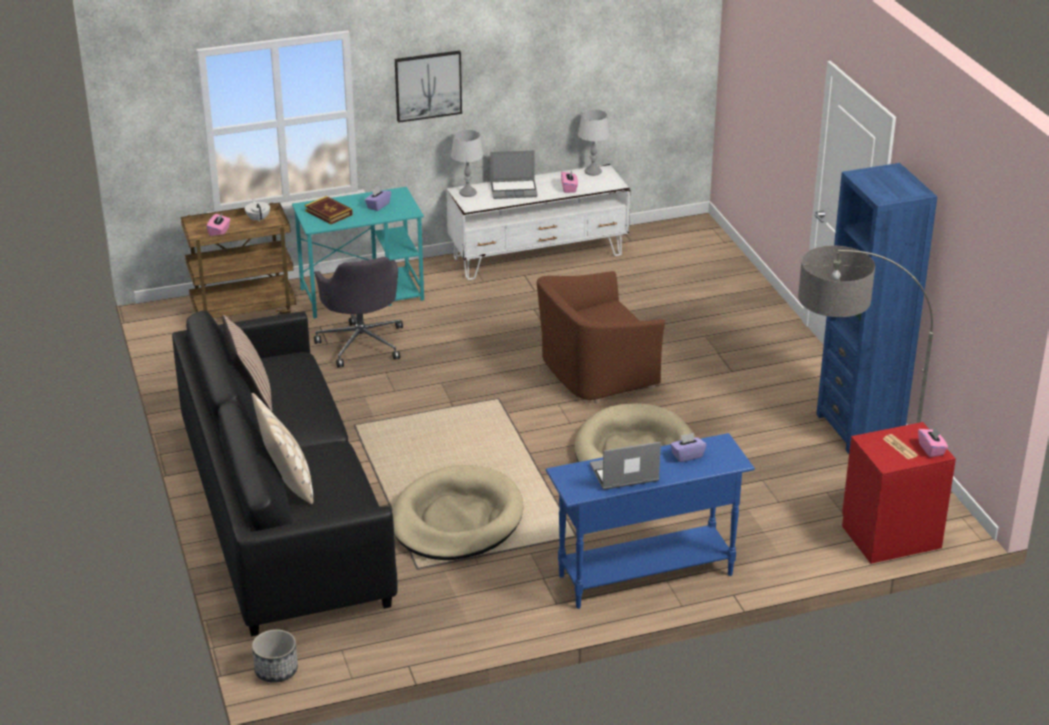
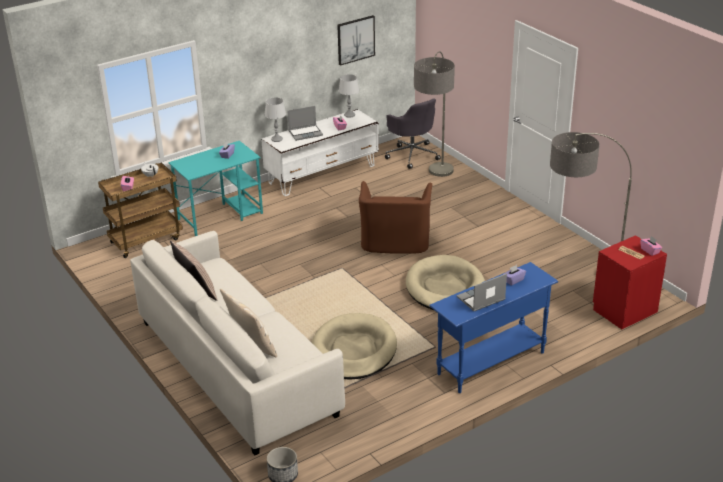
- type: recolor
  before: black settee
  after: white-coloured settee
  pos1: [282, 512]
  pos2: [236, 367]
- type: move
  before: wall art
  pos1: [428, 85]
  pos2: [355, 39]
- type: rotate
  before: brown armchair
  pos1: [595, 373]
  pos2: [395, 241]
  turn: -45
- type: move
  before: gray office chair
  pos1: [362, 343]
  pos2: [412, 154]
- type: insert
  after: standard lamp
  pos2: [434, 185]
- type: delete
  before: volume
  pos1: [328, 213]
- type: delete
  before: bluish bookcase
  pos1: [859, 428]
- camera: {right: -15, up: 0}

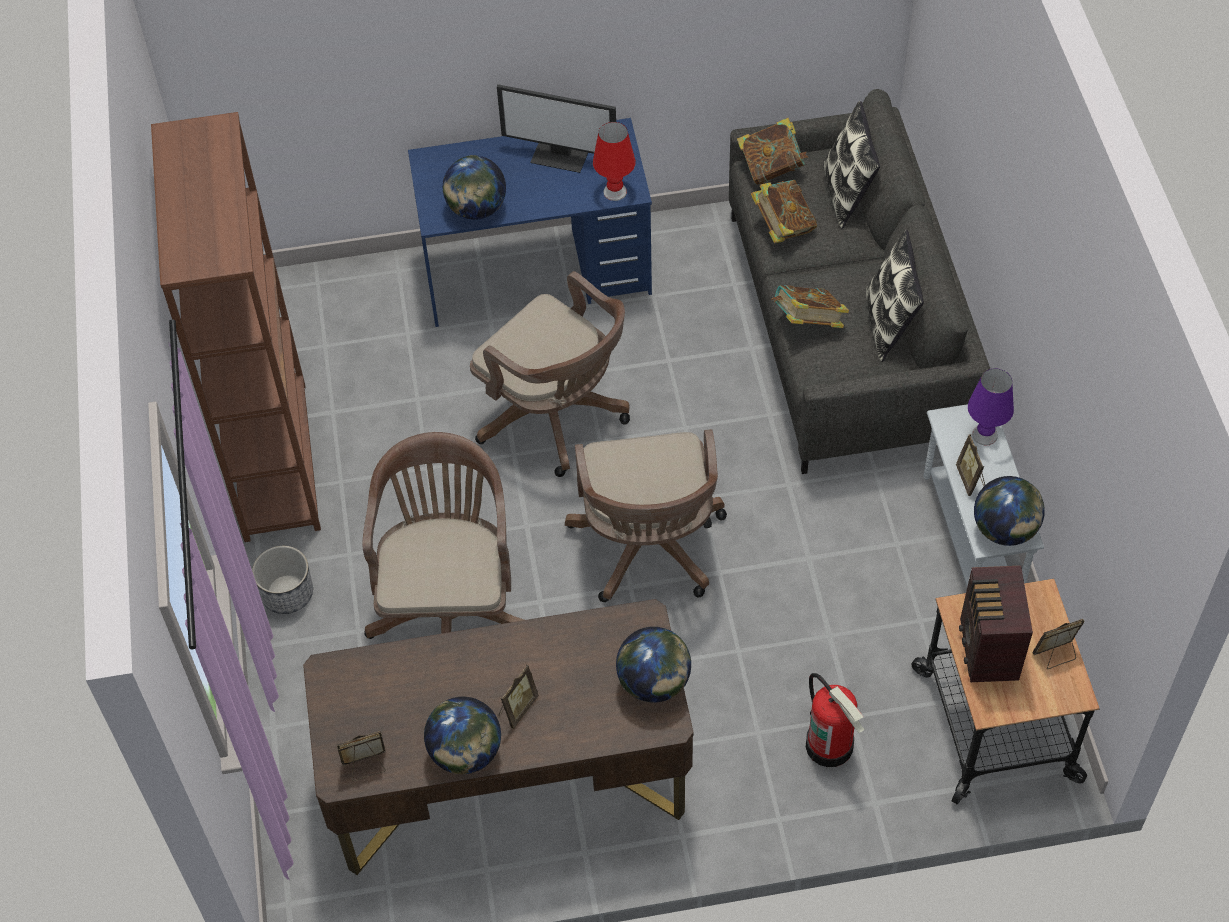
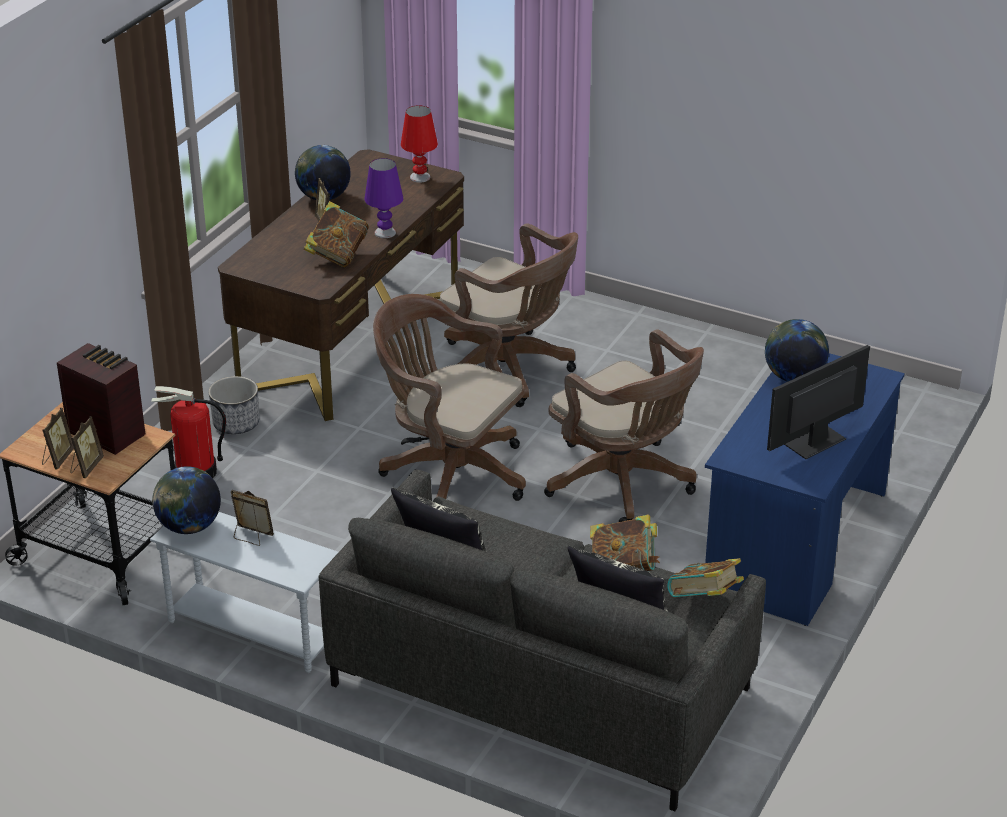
- type: move
  before: standing frame
  pos1: [366, 766]
  pos2: [86, 467]
- type: move
  before: plant pot
  pos1: [287, 594]
  pos2: [236, 424]
- type: move
  before: volume
  pos1: [808, 322]
  pos2: [337, 255]
- type: move
  before: purplish table lamp
  pos1: [984, 435]
  pos2: [385, 232]
- type: move
  before: reddish table lamp
  pos1: [615, 191]
  pos2: [420, 177]
- type: rotate
  before: brown office chair
  pos1: [556, 418]
  pos2: [624, 485]
  turn: -120
- type: delete
  before: brown bookcase
  pos1: [275, 460]
- type: delete
  before: world globe
  pos1: [654, 683]
- camera: {right: 125, up: -20}

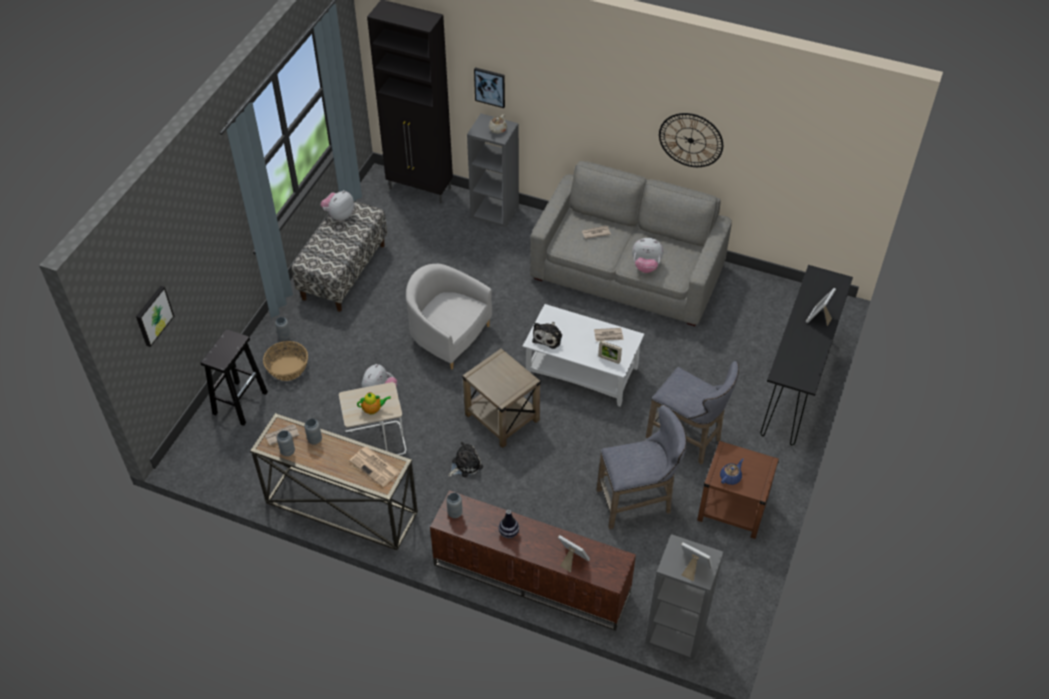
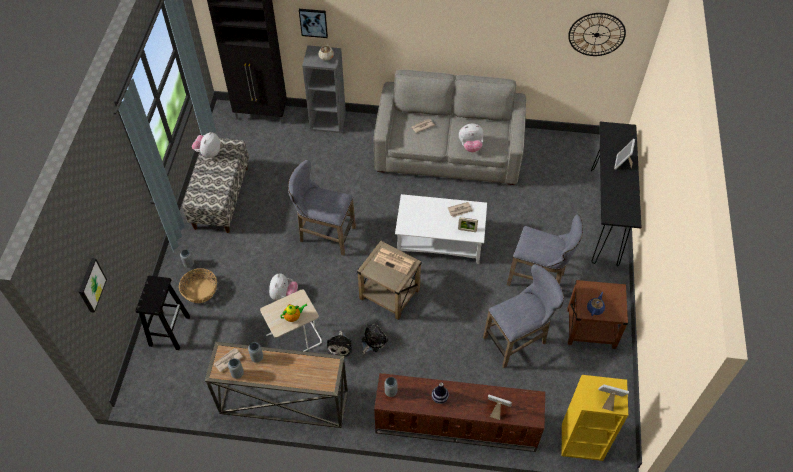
- type: replace
  before: white-coloured armchair
  after: gray stool seat
  pos1: [448, 336]
  pos2: [324, 234]
- type: move
  before: cuddly toy
  pos1: [548, 337]
  pos2: [340, 345]
- type: move
  before: newspaper
  pos1: [375, 467]
  pos2: [394, 261]
- type: recolor
  before: gray bookcase
  after: yellow bookcase
  pos1: [675, 633]
  pos2: [581, 442]
- type: move
  before: clock on the wall
  pos1: [690, 140]
  pos2: [596, 34]
- camera: {right: -15, up: 5}

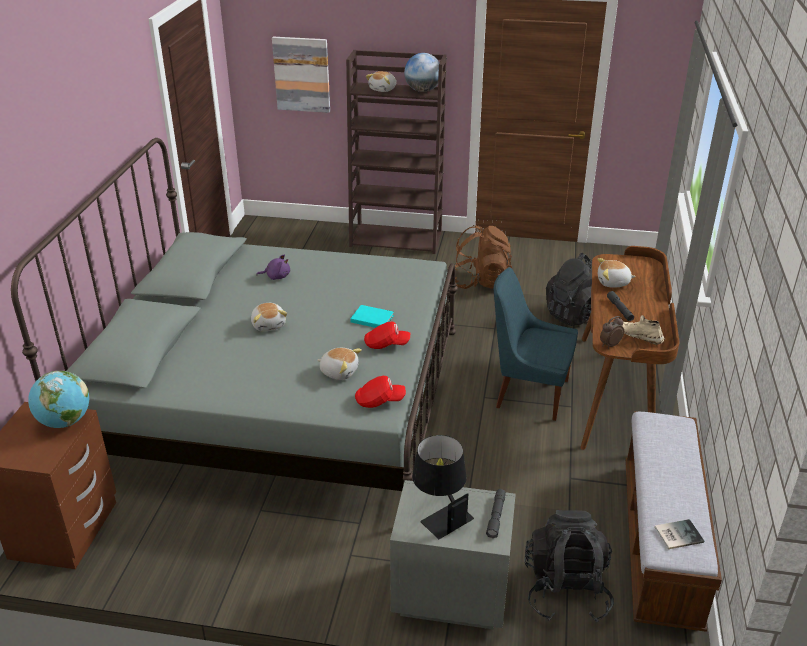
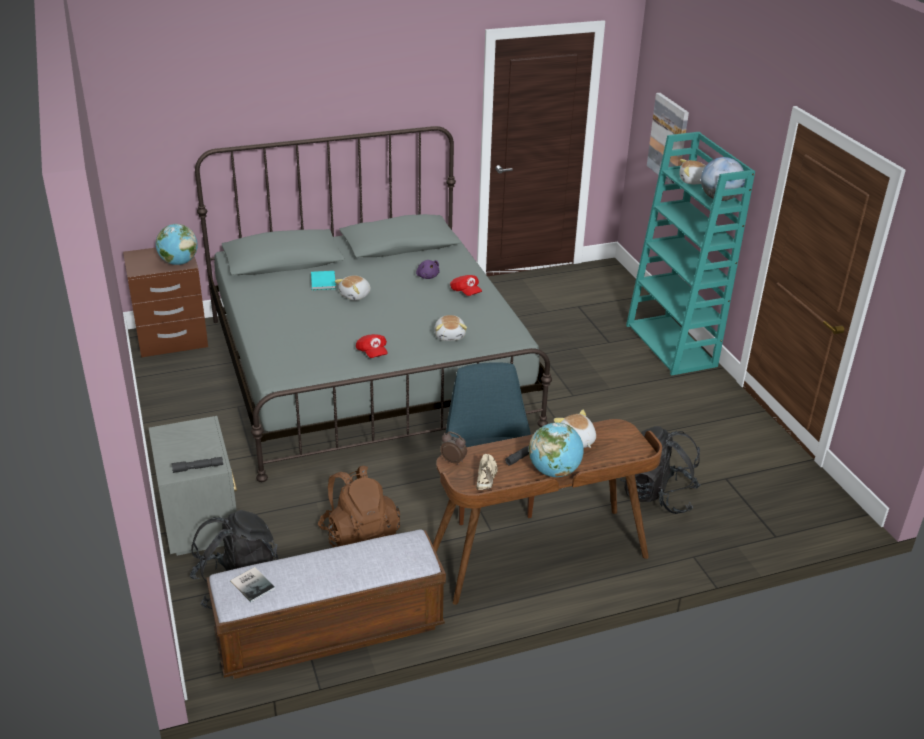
- type: move
  before: turquoise volume
  pos1: [371, 318]
  pos2: [323, 281]
- type: move
  before: brown rucksack
  pos1: [480, 282]
  pos2: [359, 538]
- type: move
  before: cuddly toy
  pos1: [339, 371]
  pos2: [450, 335]
- type: move
  before: reddish peaked cap
  pos1: [379, 401]
  pos2: [465, 292]
- type: insert
  after: world globe
  pos2: [554, 471]
- type: recolor
  before: brown bookcase
  after: turquoise bookcase
  pos1: [397, 239]
  pos2: [672, 346]
- type: delete
  before: black table lamp
  pos1: [440, 514]
- camera: {right: 60, up: 0}

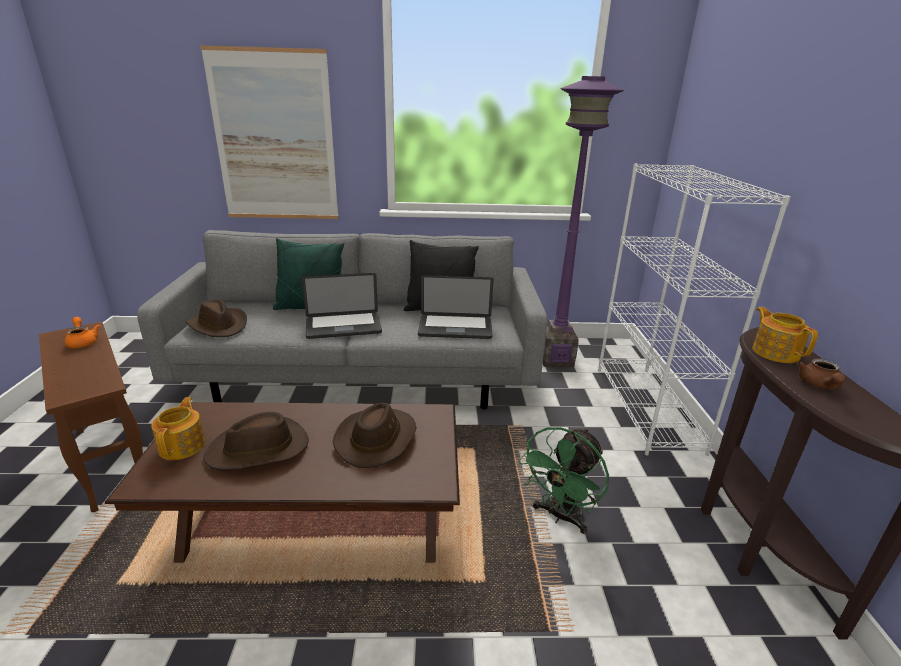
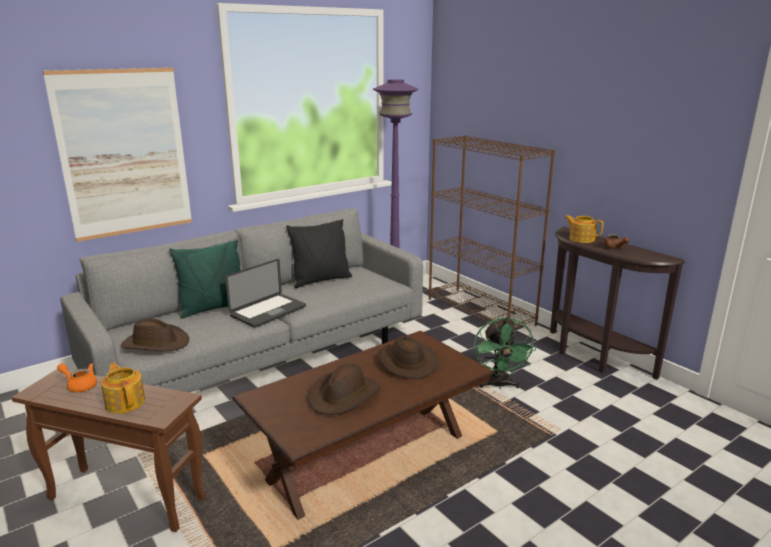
- type: move
  before: teapot
  pos1: [183, 445]
  pos2: [125, 402]
- type: recolor
  before: white-coloured bookcase
  after: brown bookcase
  pos1: [647, 407]
  pos2: [481, 311]
- type: delete
  before: laptop
  pos1: [455, 328]
- camera: {right: -35, up: -5}

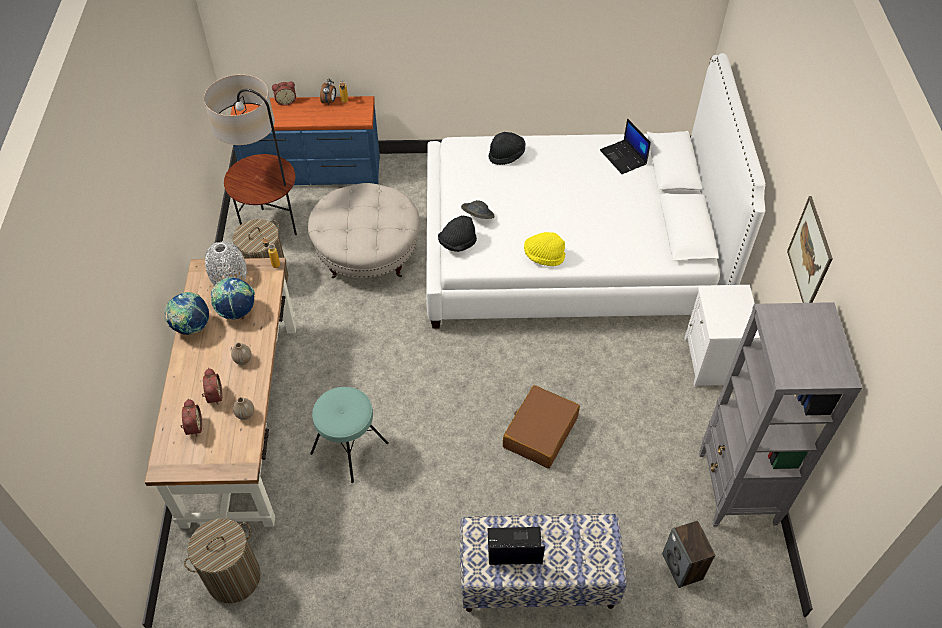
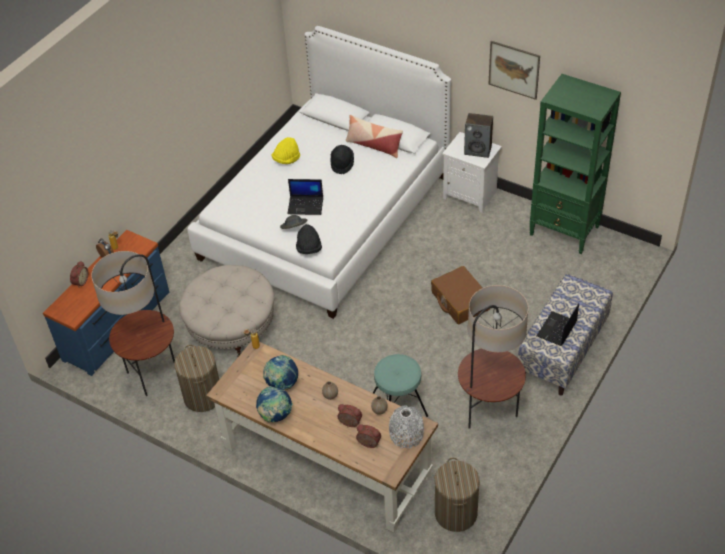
- type: move
  before: yellow clothing hat
  pos1: [543, 256]
  pos2: [286, 159]
- type: move
  before: laptop
  pos1: [624, 157]
  pos2: [306, 205]
- type: move
  before: black clothing hat
  pos1: [506, 155]
  pos2: [342, 164]
- type: insert
  after: cushion
  pos2: [374, 145]
- type: move
  before: gray flower vase
  pos1: [228, 275]
  pos2: [406, 434]
- type: insert
  after: standard lamp
  pos2: [488, 414]
- type: move
  before: loudspeaker
  pos1: [683, 567]
  pos2: [478, 150]
- type: recolor
  before: gray bookcase
  after: green-coloured bookcase
  pos1: [737, 489]
  pos2: [565, 231]
- camera: {right: -55, up: -5}

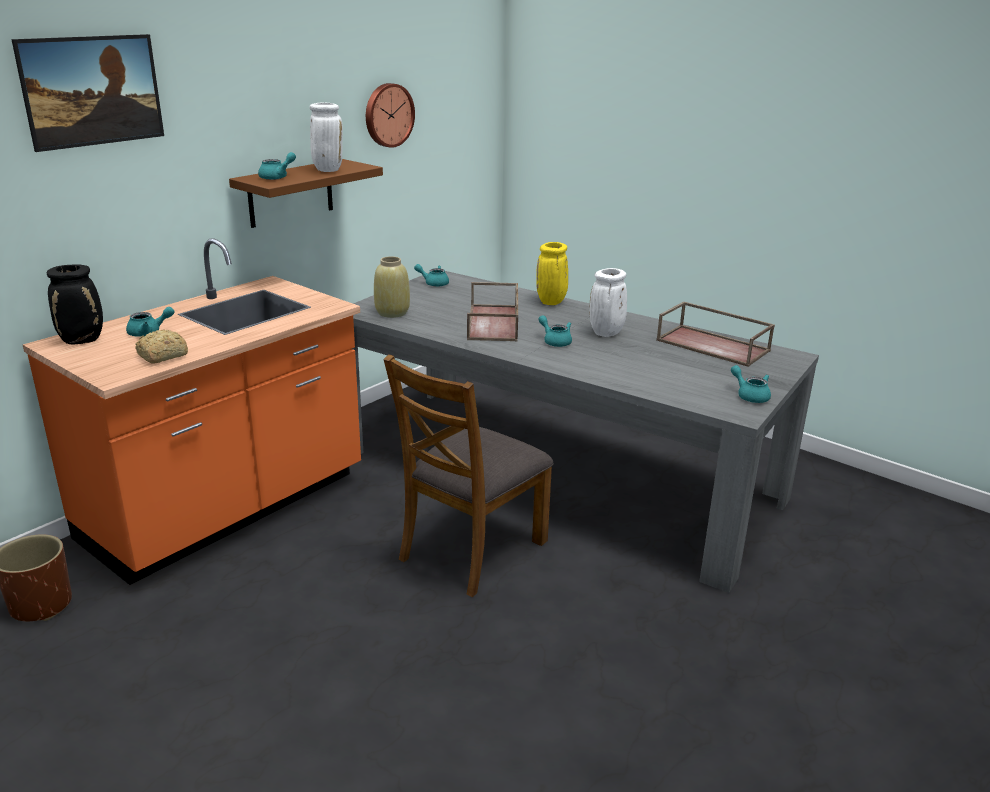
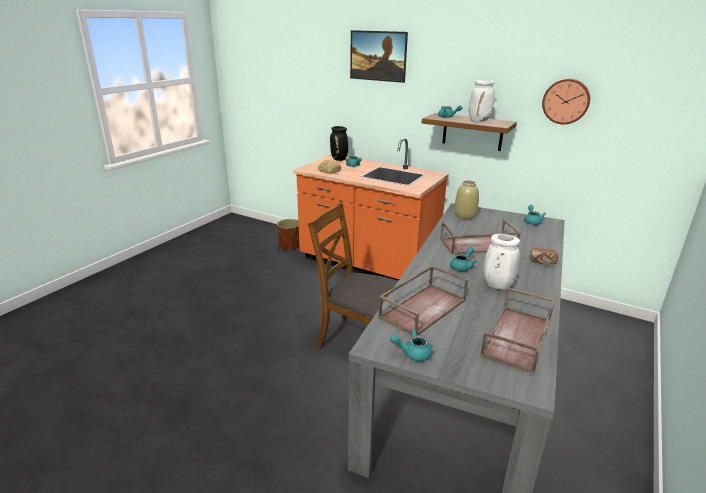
- type: insert
  after: brown carrying tray
  pos2: [423, 308]
- type: rotate
  before: turquoise teapot
  pos1: [750, 395]
  pos2: [412, 353]
  turn: -135
- type: replace
  before: yellow flower vase
  after: baked bread
  pos1: [551, 302]
  pos2: [542, 262]
- camera: {right: 80, up: 0}

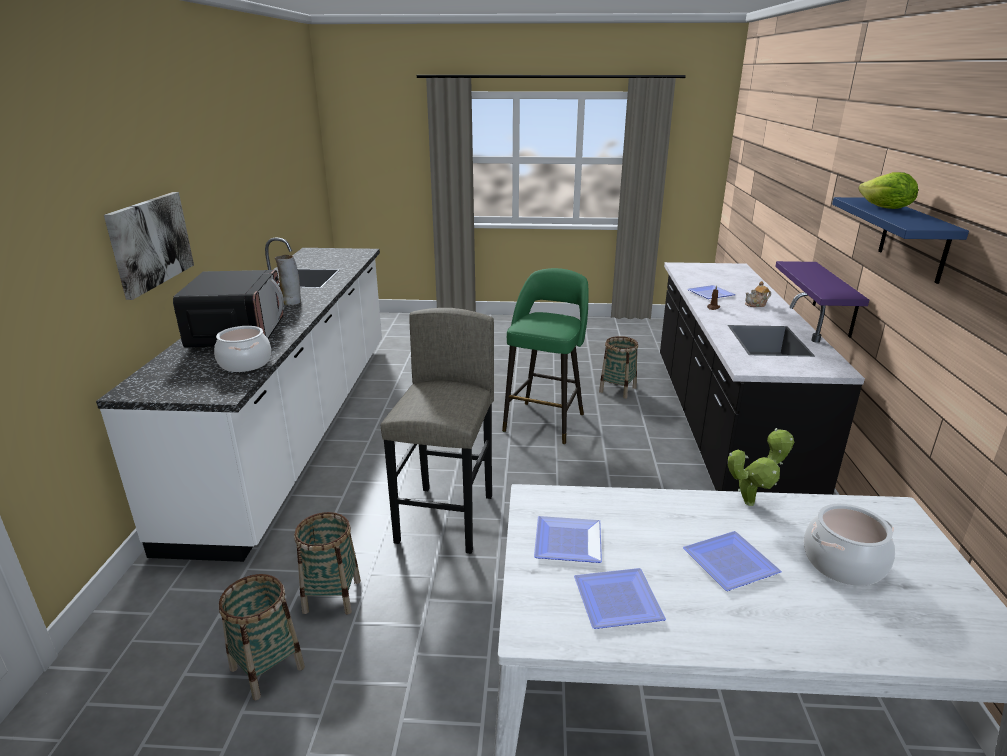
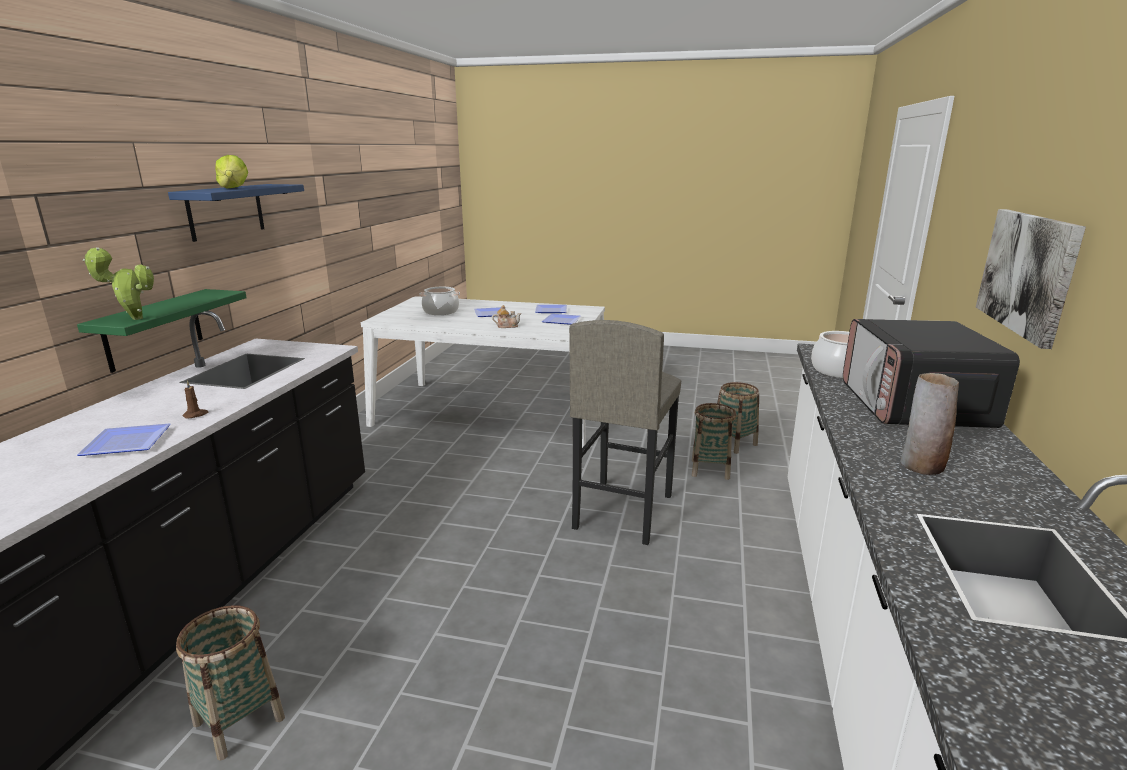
- type: recolor
  before: purplish bracket shelf
  after: green-coloured bracket shelf
  pos1: [836, 299]
  pos2: [153, 329]
- type: move
  before: plant in a pot
  pos1: [752, 501]
  pos2: [133, 318]
- type: move
  before: teapot
  pos1: [756, 304]
  pos2: [507, 326]
- type: delete
  before: green-coloured stool seat
  pos1: [545, 421]
- camera: {right: -170, up: -5}

